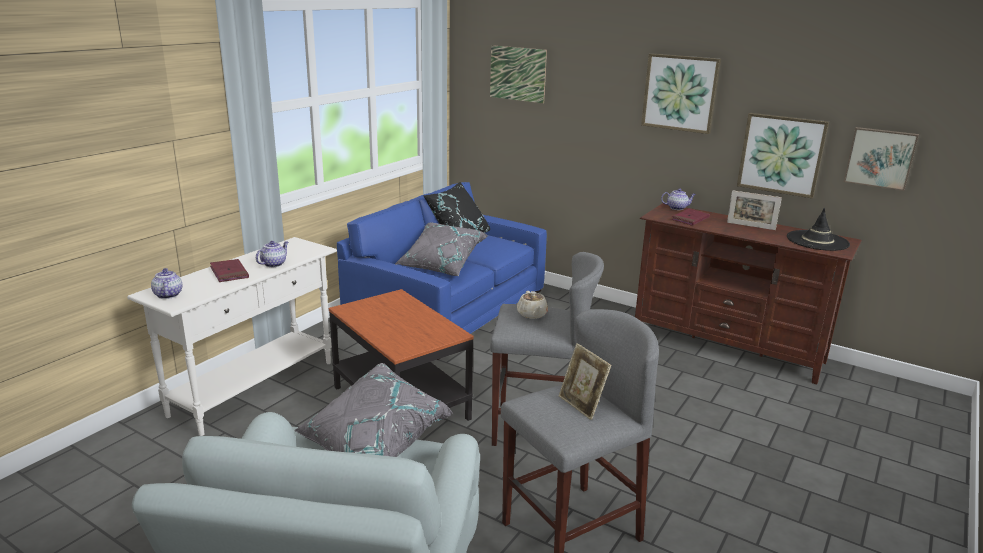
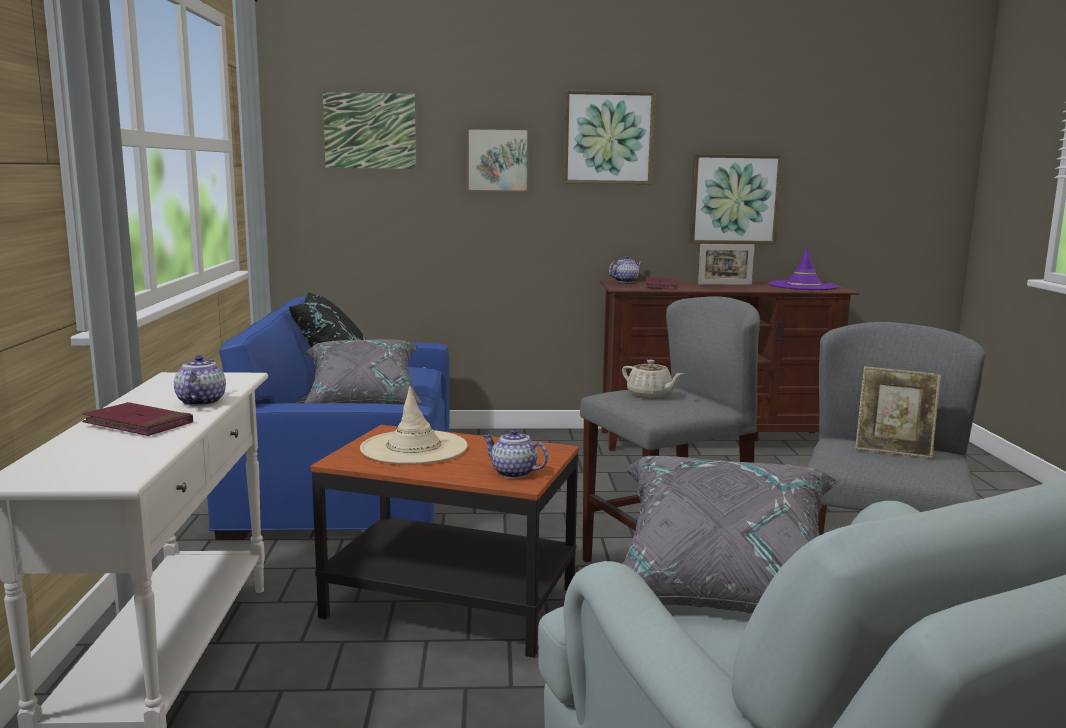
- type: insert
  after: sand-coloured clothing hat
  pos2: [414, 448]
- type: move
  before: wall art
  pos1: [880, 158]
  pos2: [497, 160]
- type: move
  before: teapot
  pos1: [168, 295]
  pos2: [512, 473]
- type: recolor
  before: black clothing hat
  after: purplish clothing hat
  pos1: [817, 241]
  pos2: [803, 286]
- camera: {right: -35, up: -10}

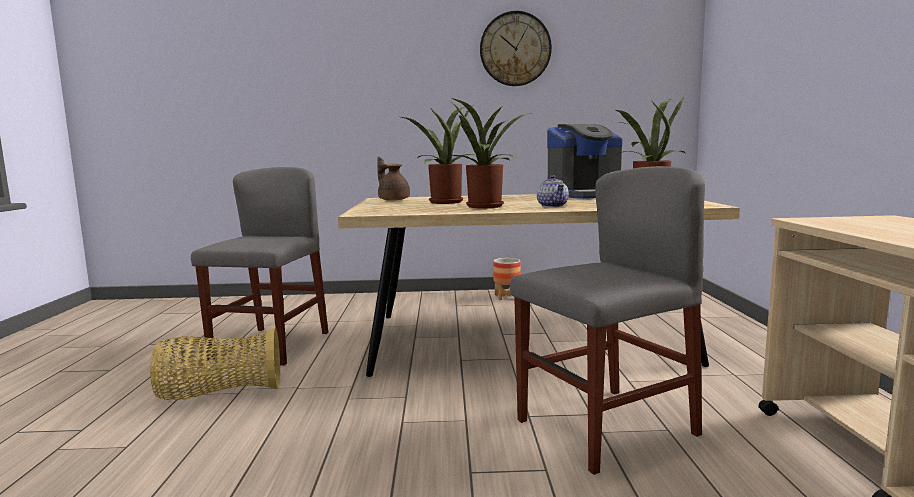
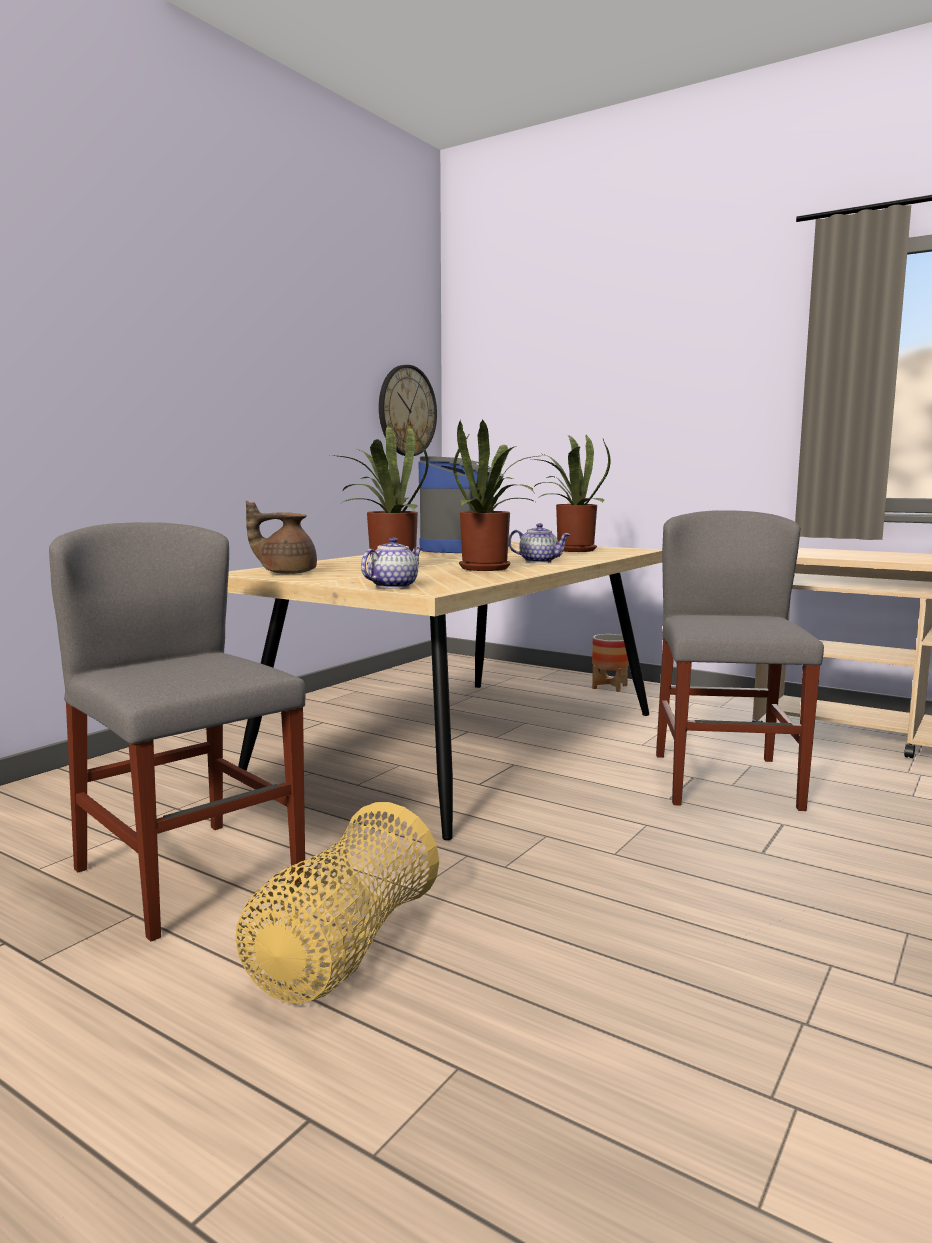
- type: insert
  after: teapot
  pos2: [393, 586]
- type: move
  before: clock on the wall
  pos1: [515, 49]
  pos2: [407, 411]
- type: move
  before: plant pot
  pos1: [507, 297]
  pos2: [609, 687]
- camera: {right: -55, up: 0}

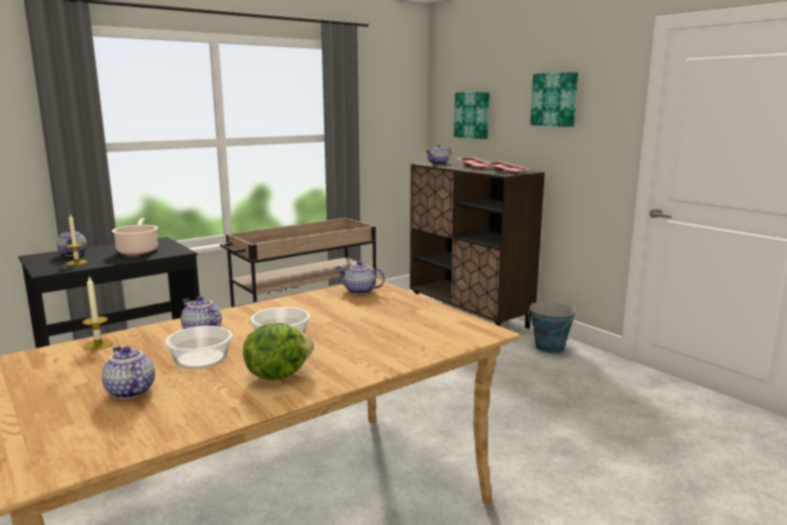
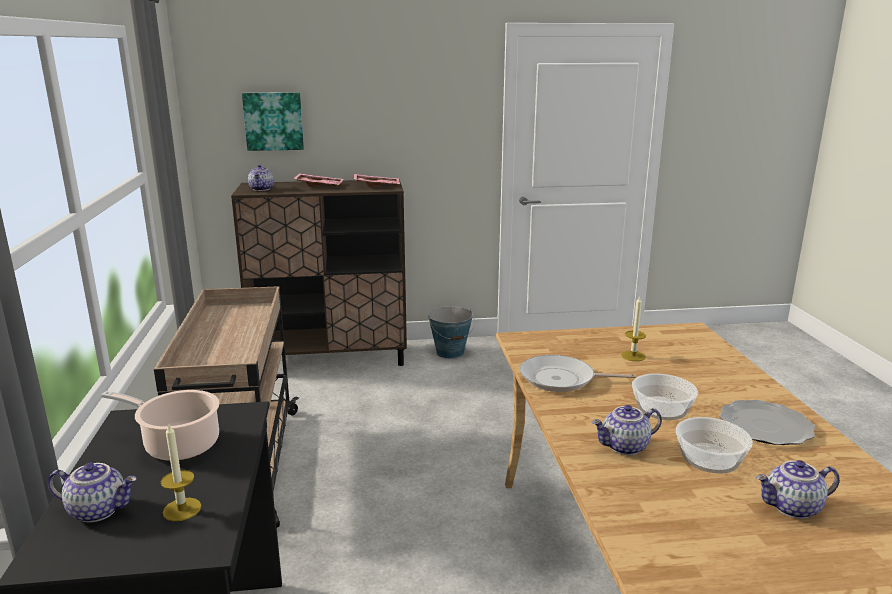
- type: insert
  after: frying pan
  pos2: [561, 379]
- type: move
  before: wax candle
  pos1: [98, 345]
  pos2: [633, 356]
- type: replace
  before: head of lettuce
  after: dinner plate
  pos1: [277, 374]
  pos2: [765, 426]
- type: delete
  before: teapot
  pos1: [359, 291]
- type: delete
  before: wall art
  pos1: [555, 99]
- camera: {right: -60, up: 5}

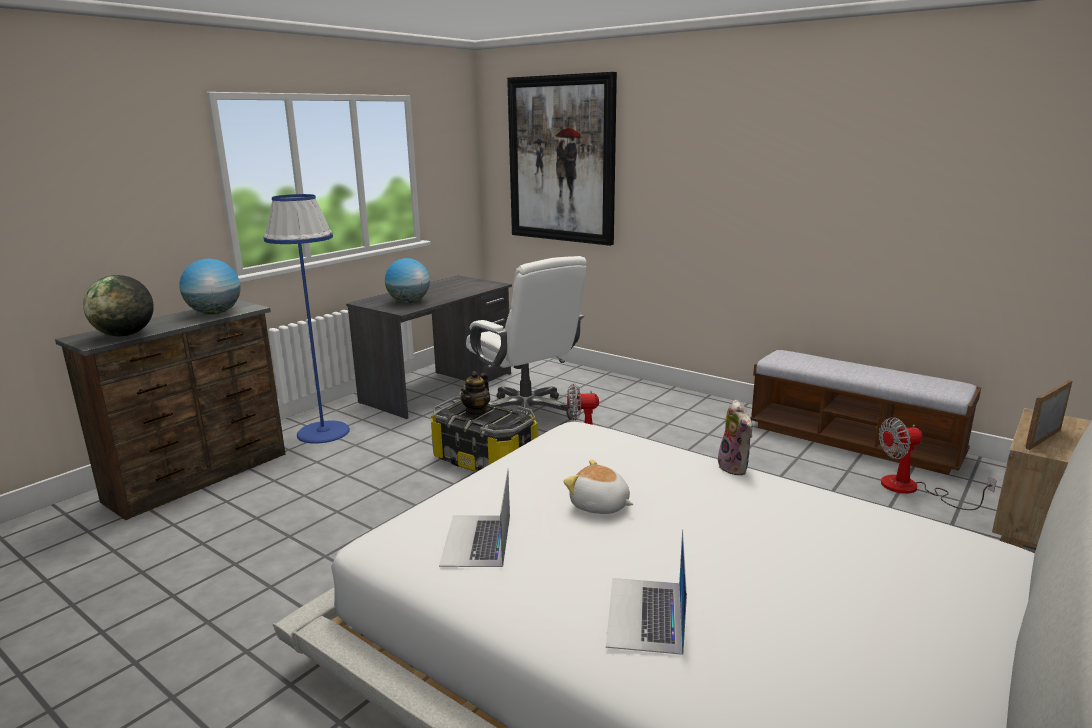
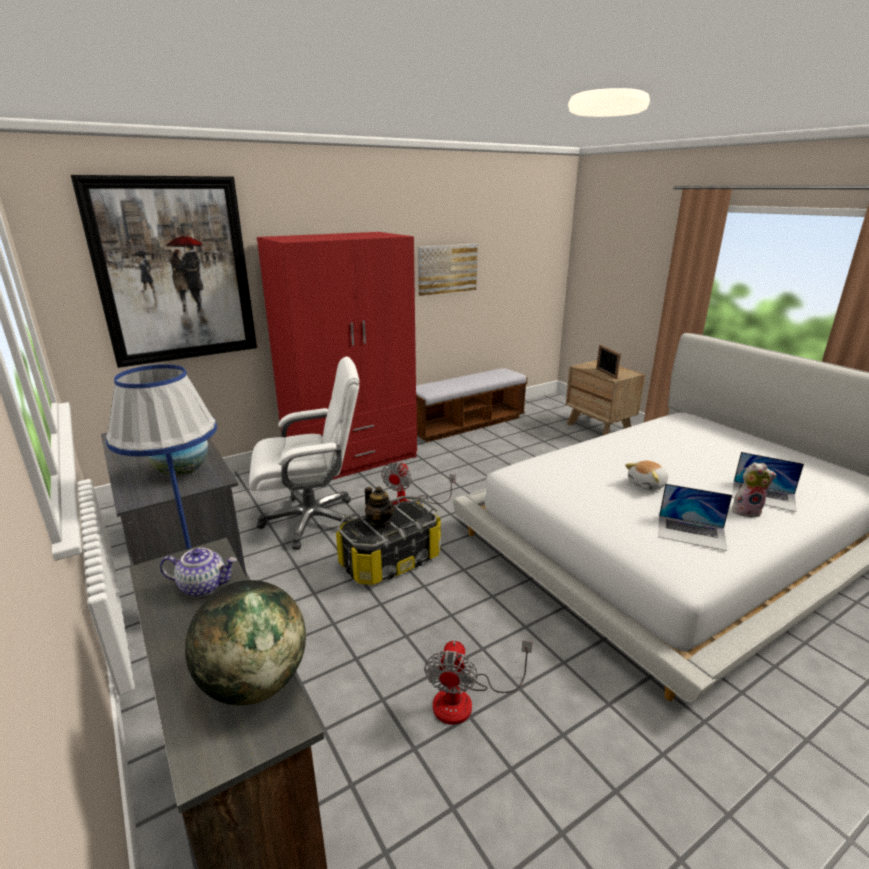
- type: replace
  before: world globe
  after: teapot
  pos1: [215, 313]
  pos2: [204, 586]
- type: insert
  after: reddish armoire
  pos2: [352, 459]
- type: insert
  after: wall art
  pos2: [447, 269]
- type: move
  before: electric fan
  pos1: [912, 489]
  pos2: [465, 700]
- type: move
  before: cuddly toy
  pos1: [735, 468]
  pos2: [746, 511]
- camera: {right: -70, up: 5}

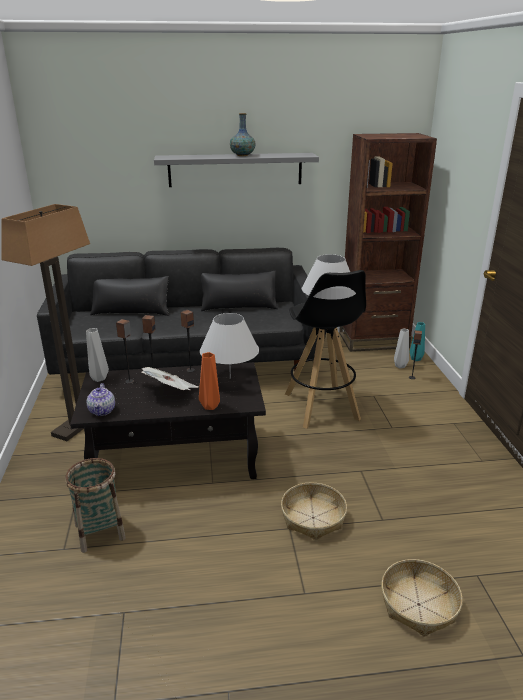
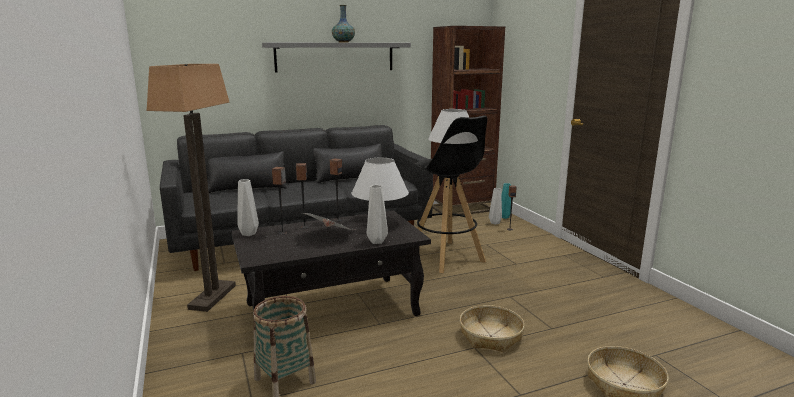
- type: recolor
  before: orange-coloured flower vase
  after: gray flower vase
  pos1: [210, 407]
  pos2: [377, 242]
- type: delete
  before: teapot
  pos1: [102, 411]
- camera: {right: -15, up: -10}

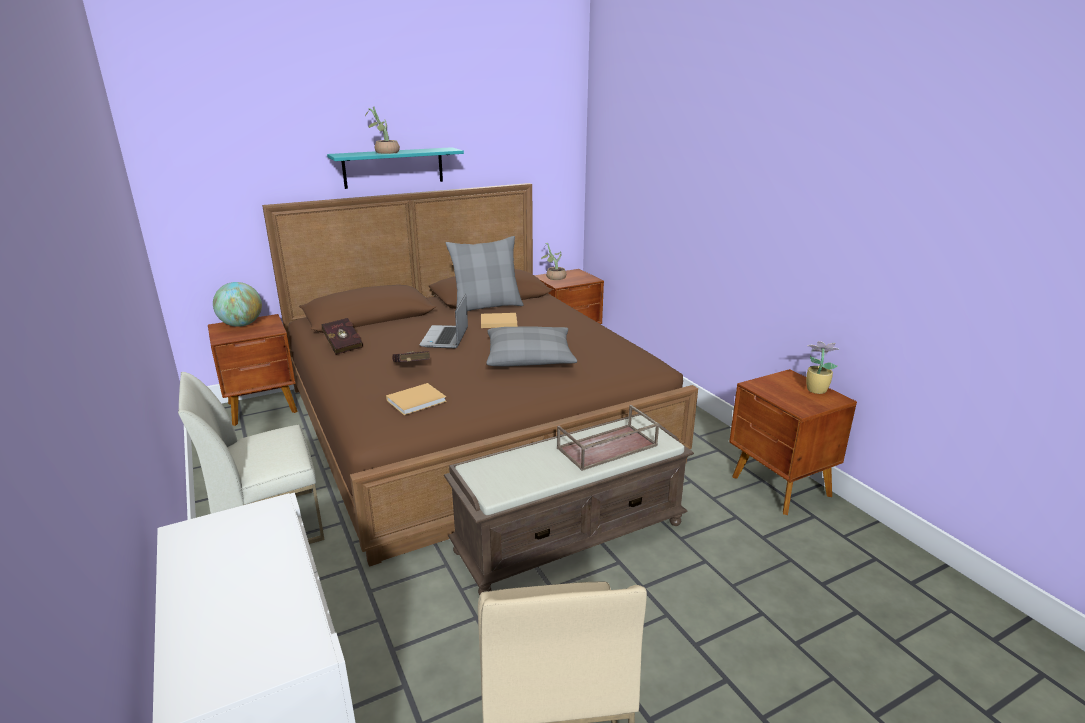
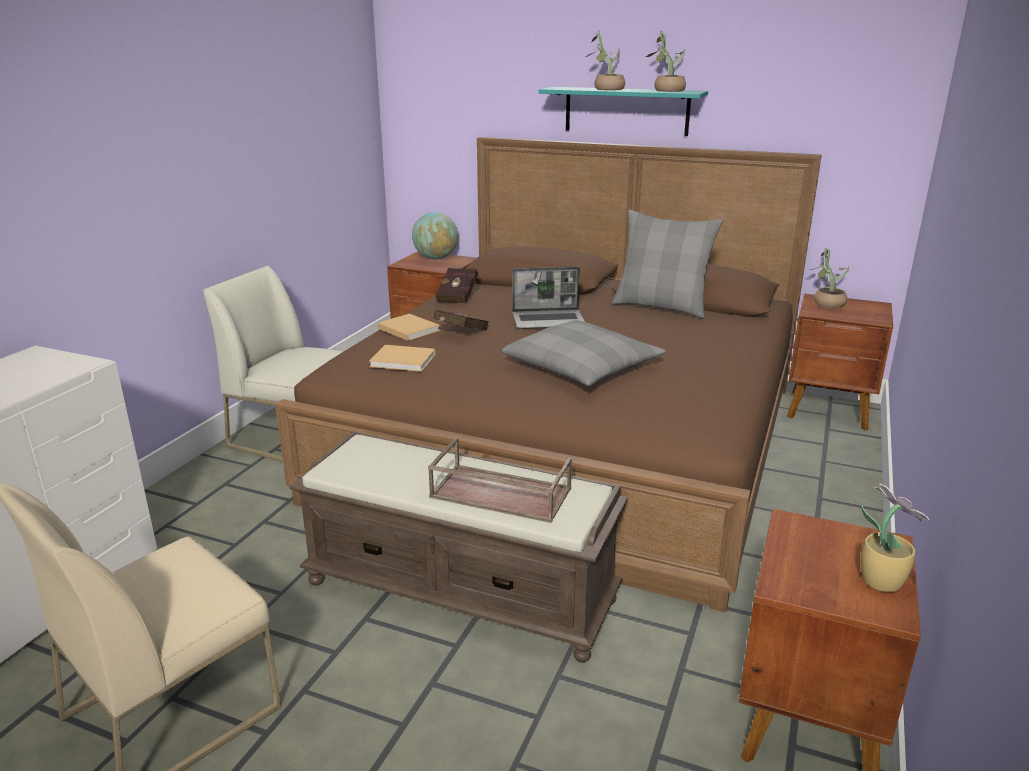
- type: move
  before: sand-coloured volume
  pos1: [497, 322]
  pos2: [407, 329]
- type: rotate
  before: laptop
  pos1: [445, 338]
  pos2: [549, 321]
  turn: -150
- type: insert
  after: plant in a pot
  pos2: [665, 90]
- camera: {right: 50, up: 0}

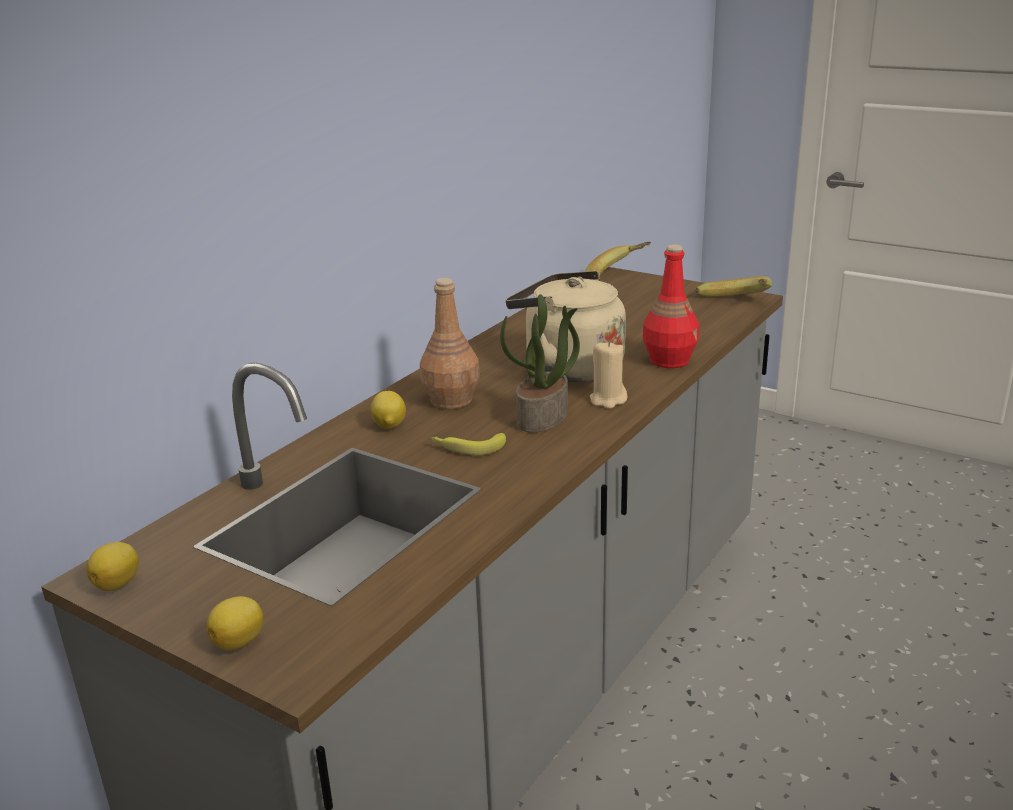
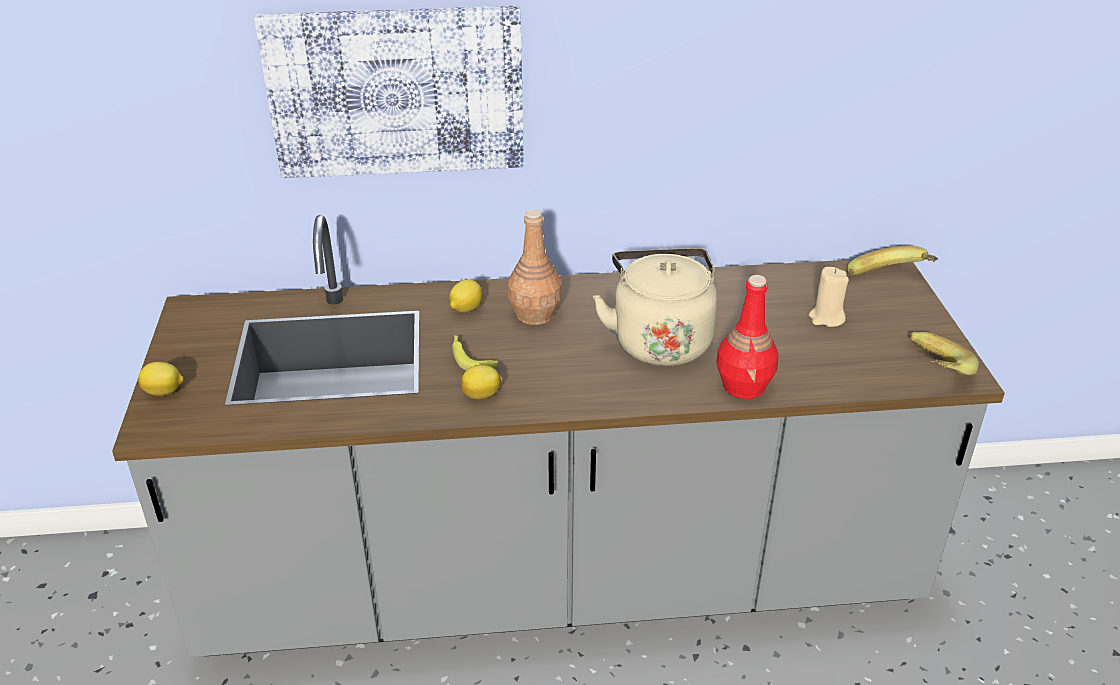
- type: insert
  after: wall art
  pos2: [396, 92]
- type: move
  before: citrus fruit
  pos1: [119, 584]
  pos2: [482, 395]
- type: move
  before: sand-coloured wax candle
  pos1: [608, 400]
  pos2: [826, 318]
- type: delete
  before: plant in a pot
  pos1: [543, 418]
- camera: {right: 50, up: 10}

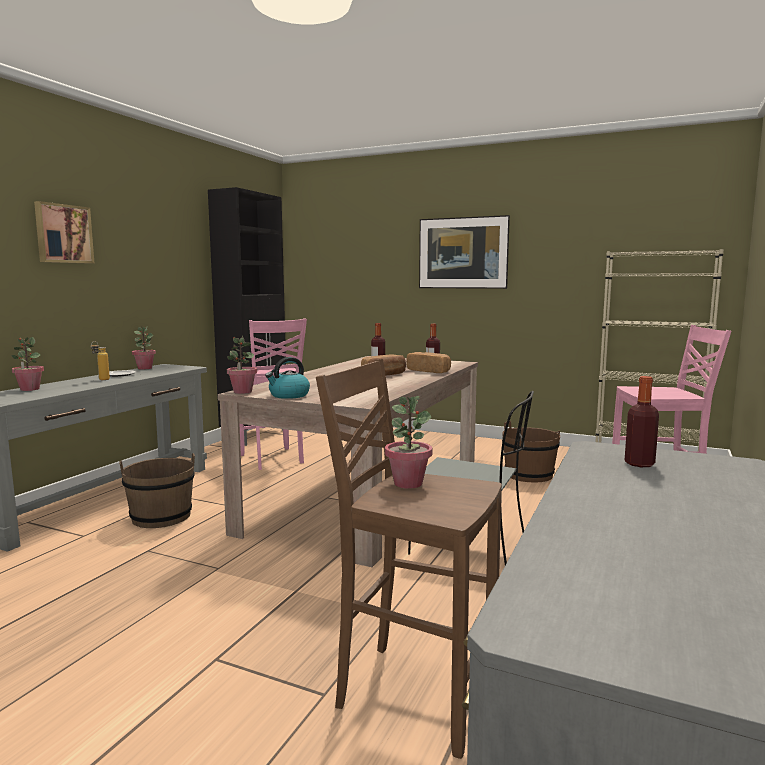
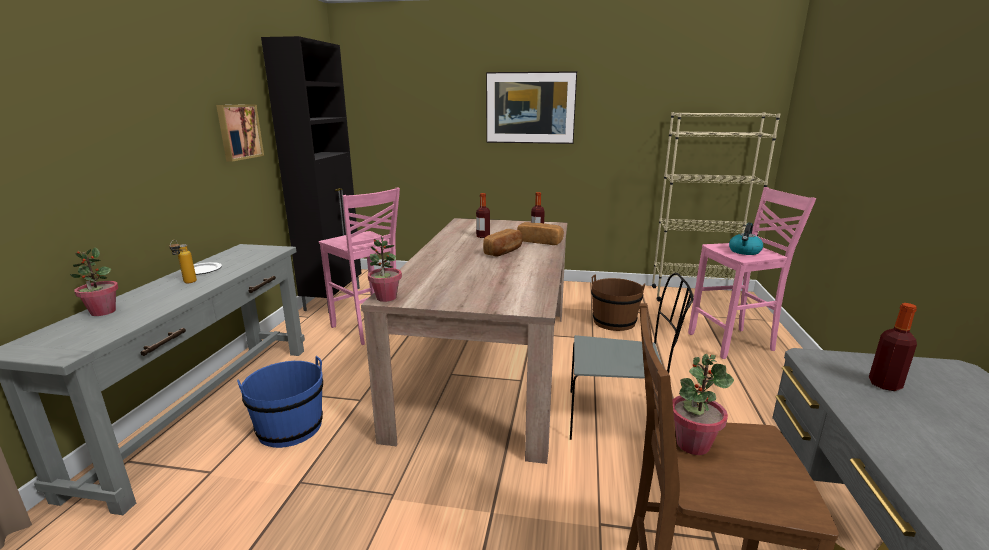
- type: move
  before: wall art
  pos1: [63, 234]
  pos2: [238, 132]
- type: recolor
  before: brown bucket
  after: bluish bucket
  pos1: [161, 517]
  pos2: [290, 428]
- type: move
  before: water kettle
  pos1: [288, 395]
  pos2: [744, 251]
- type: delete
  before: plant in a pot
  pos1: [145, 368]
- camera: {right: -15, up: 10}

